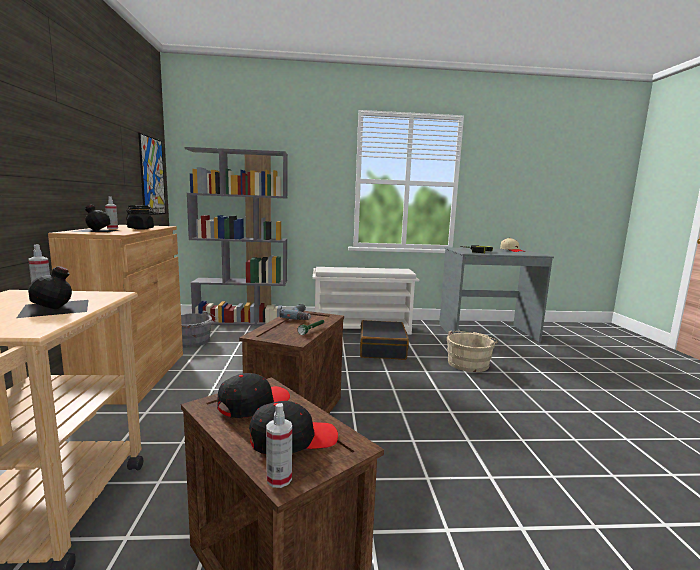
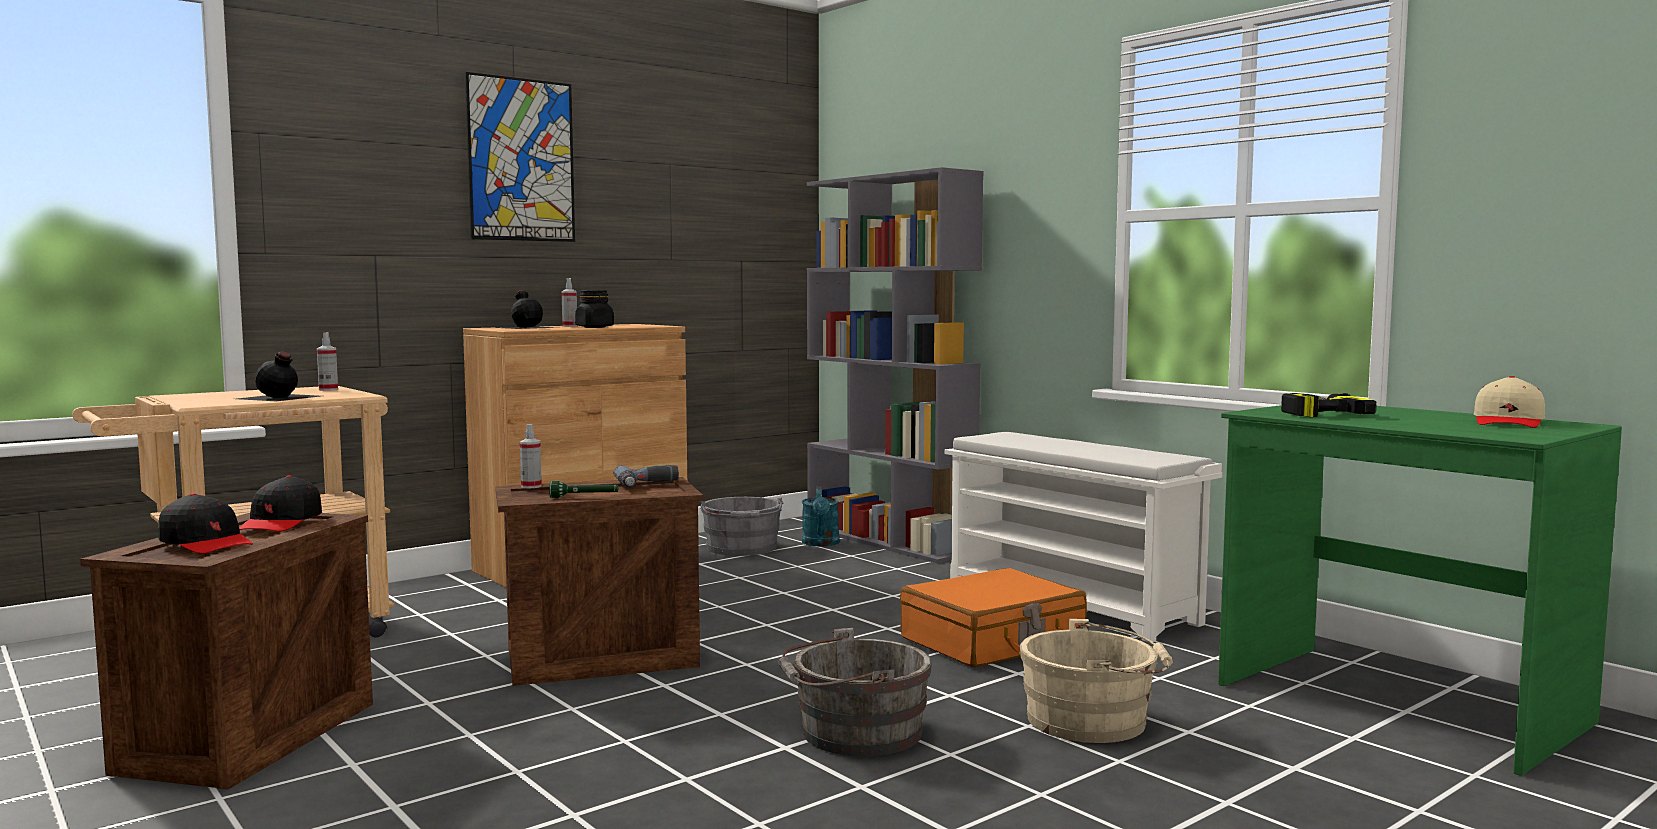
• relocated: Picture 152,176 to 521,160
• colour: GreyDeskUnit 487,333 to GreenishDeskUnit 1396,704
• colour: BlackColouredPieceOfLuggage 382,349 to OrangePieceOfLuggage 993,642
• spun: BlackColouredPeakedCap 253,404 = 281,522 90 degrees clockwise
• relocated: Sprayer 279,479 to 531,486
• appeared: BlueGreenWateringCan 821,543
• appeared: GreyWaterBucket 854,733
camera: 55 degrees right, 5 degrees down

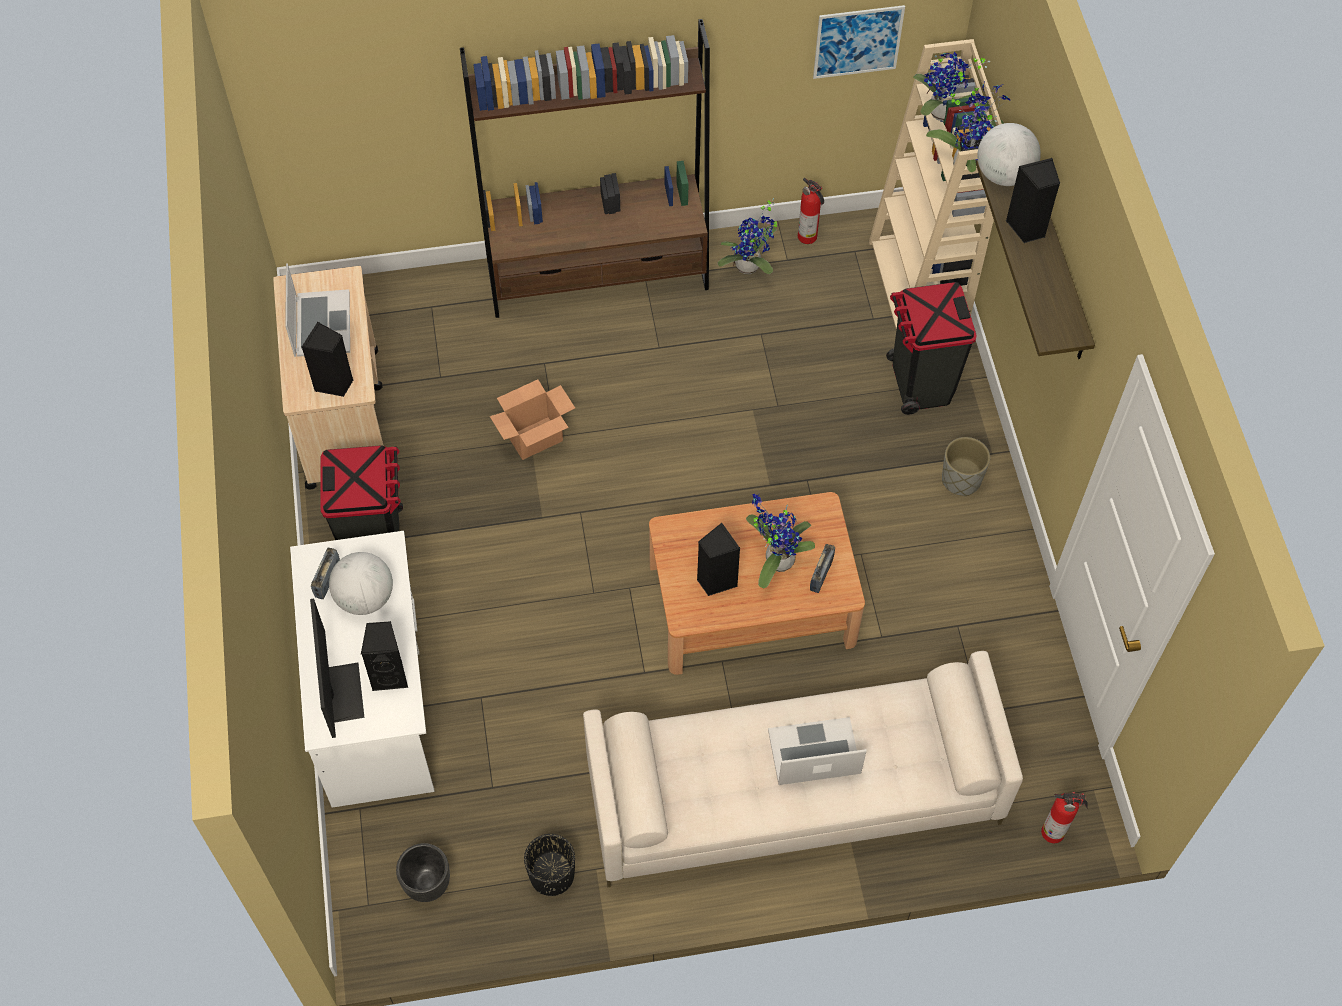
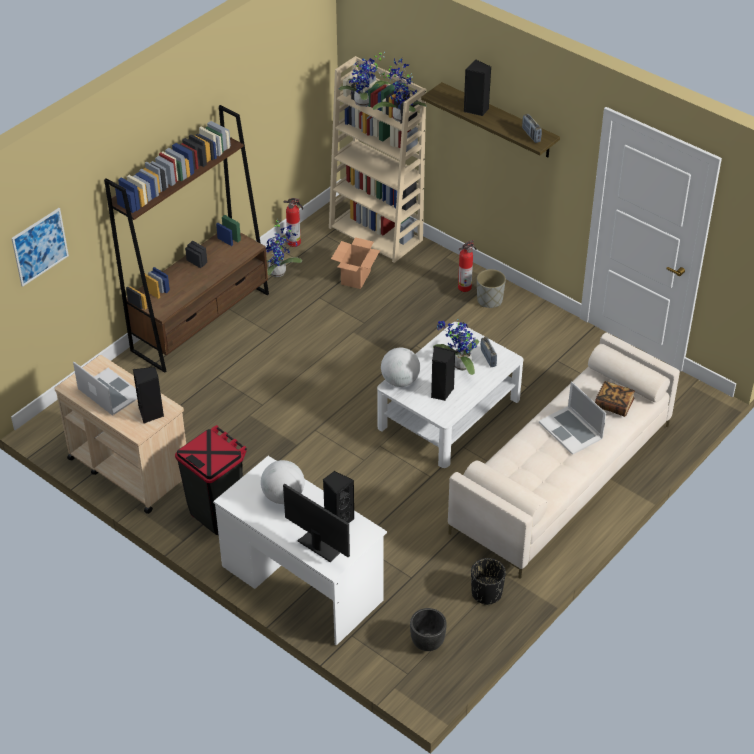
• relocated: Picture 858,41 to 40,246
• relocated: WorldGlobe 1003,175 to 400,381
• missing: BlackColouredWasteBin 920,384
• relocated: CardboardBox 535,438 to 355,277
• colour: BrownishCoffeeTable 751,603 to WhitishCoffeeTable 449,413
• relocated: Radio 327,579 to 531,135
• spun: Laptop 814,752 = 571,430 75 degrees counterclockwise
• relocated: FireExtinguisher 1054,832 to 465,287
• appeared: BoundBook 614,405
camera: 40 degrees left, 15 degrees down

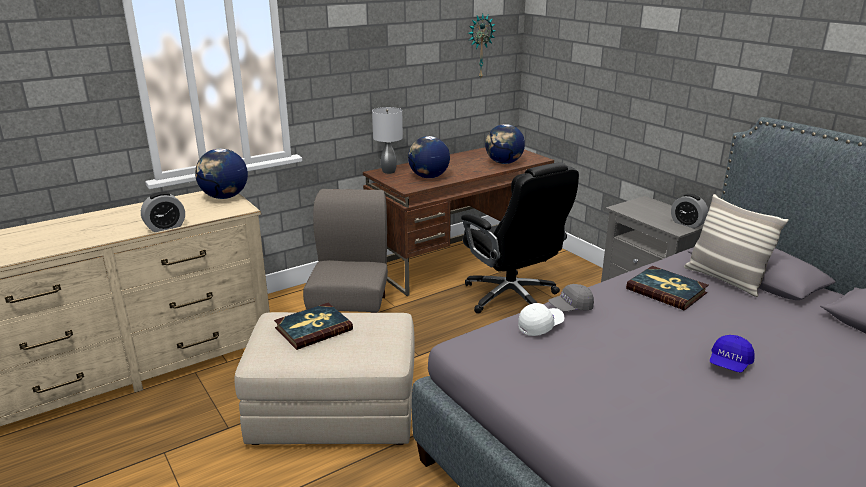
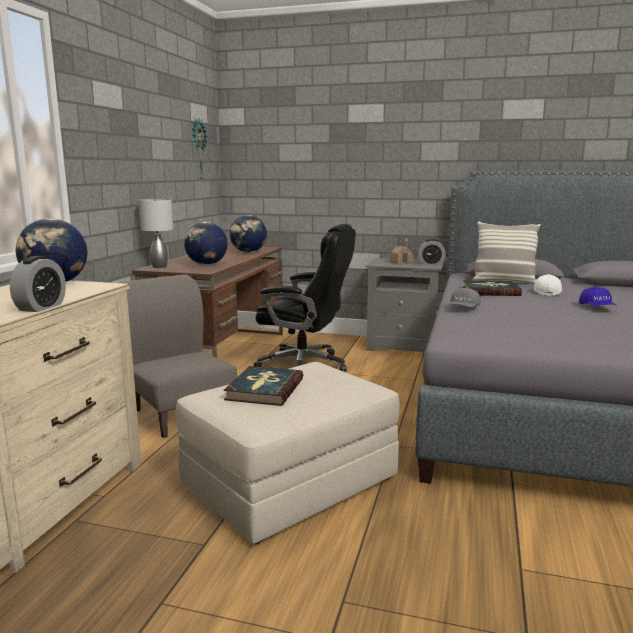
• relocated: WhitishPeakedCap 540,326 to 546,292
• appeared: ModelHouse 400,262
camera: 40 degrees left, 10 degrees down

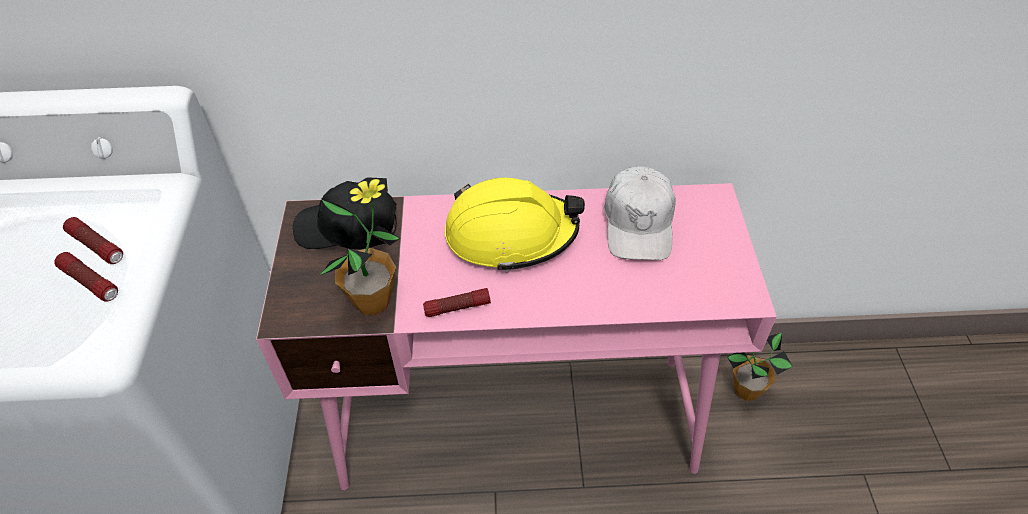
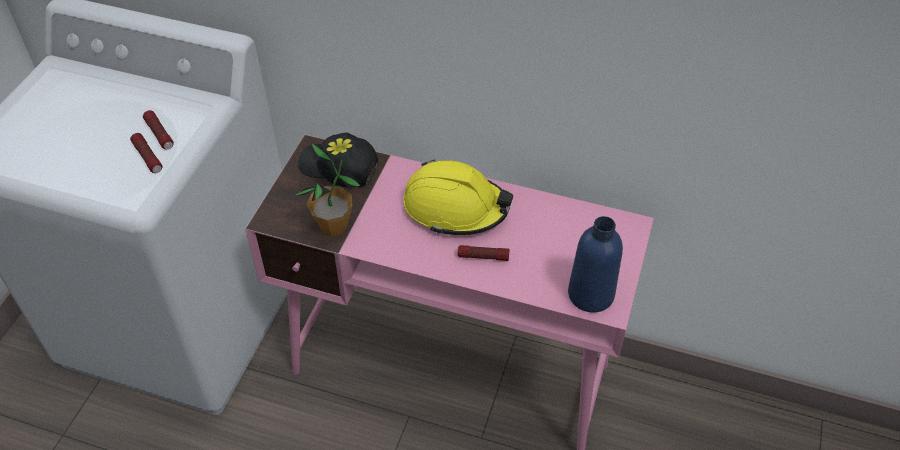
• missing: WhitishPeakedCap 639,223
• relocated: Flashlight 457,308 to 483,257
• missing: PlantInAPot 746,390
• appeared: BluishDrinkBottle 591,294
camera: 20 degrees right, 0 degrees up

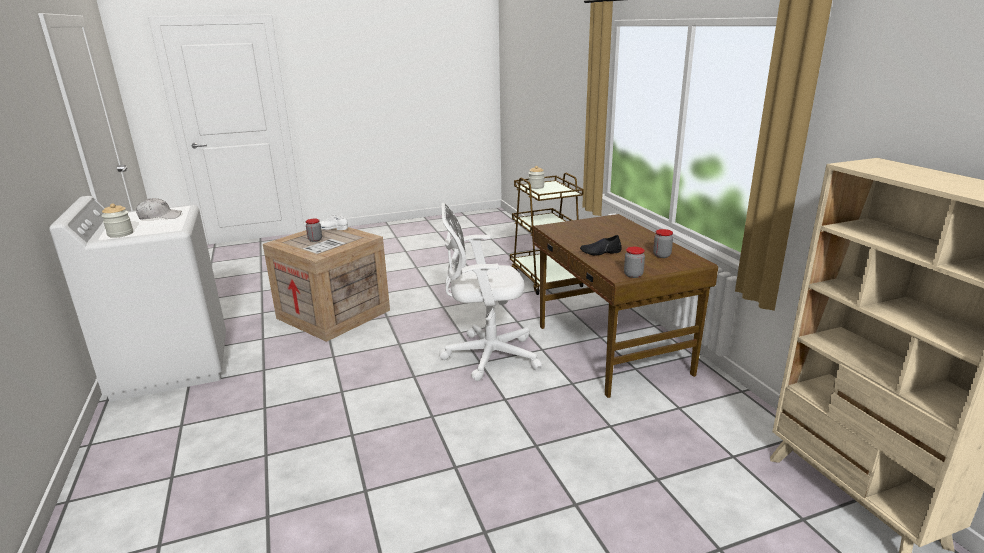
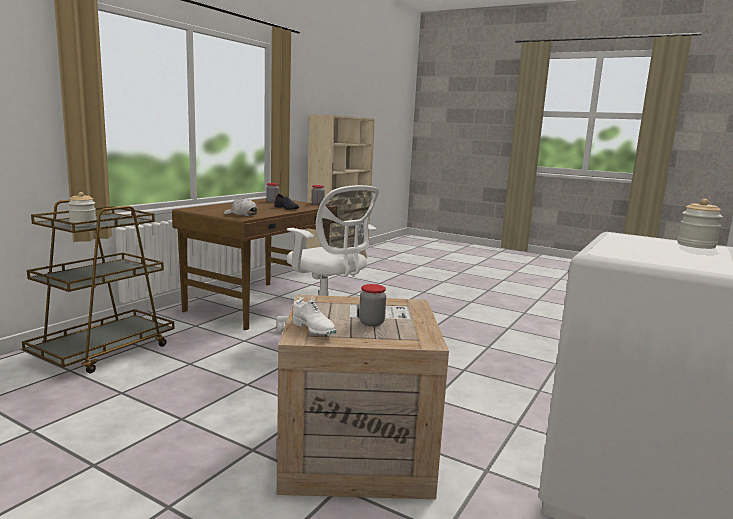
• relocated: WhitishPeakedCap 160,217 to 240,215
camera: 130 degrees left, 10 degrees down

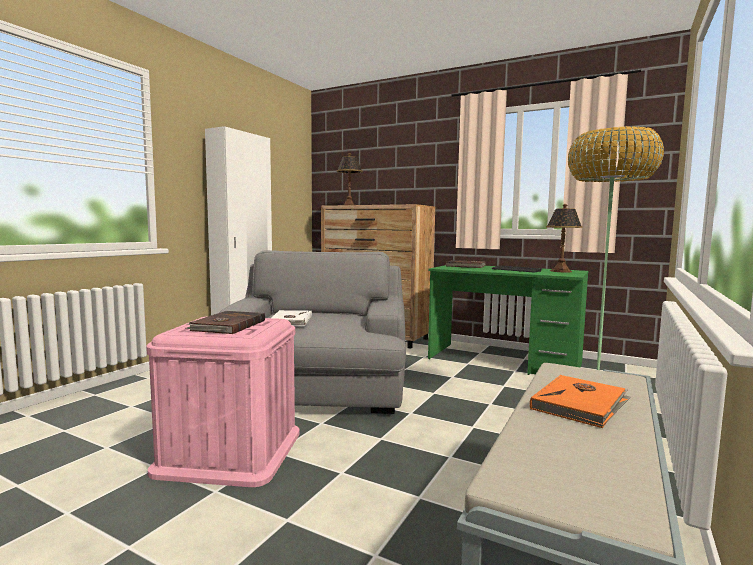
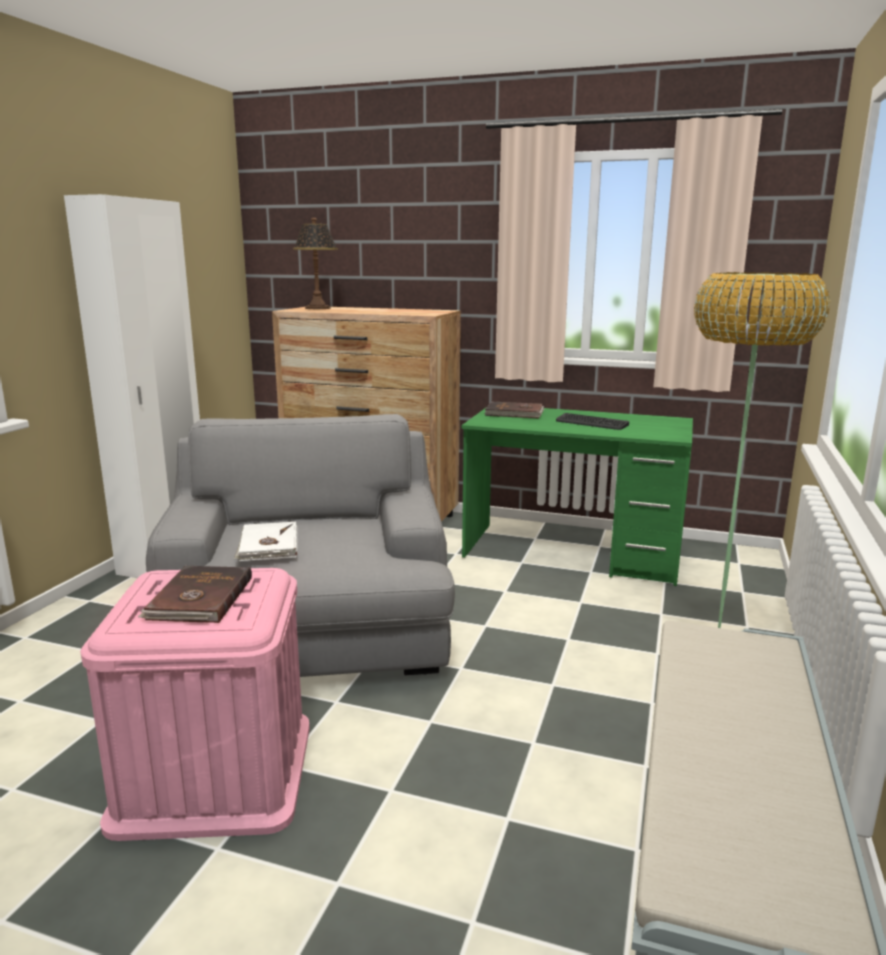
• missing: TableLamp 561,271
• missing: OrangeBoundBook 580,404
camera: 10 degrees left, 10 degrees up

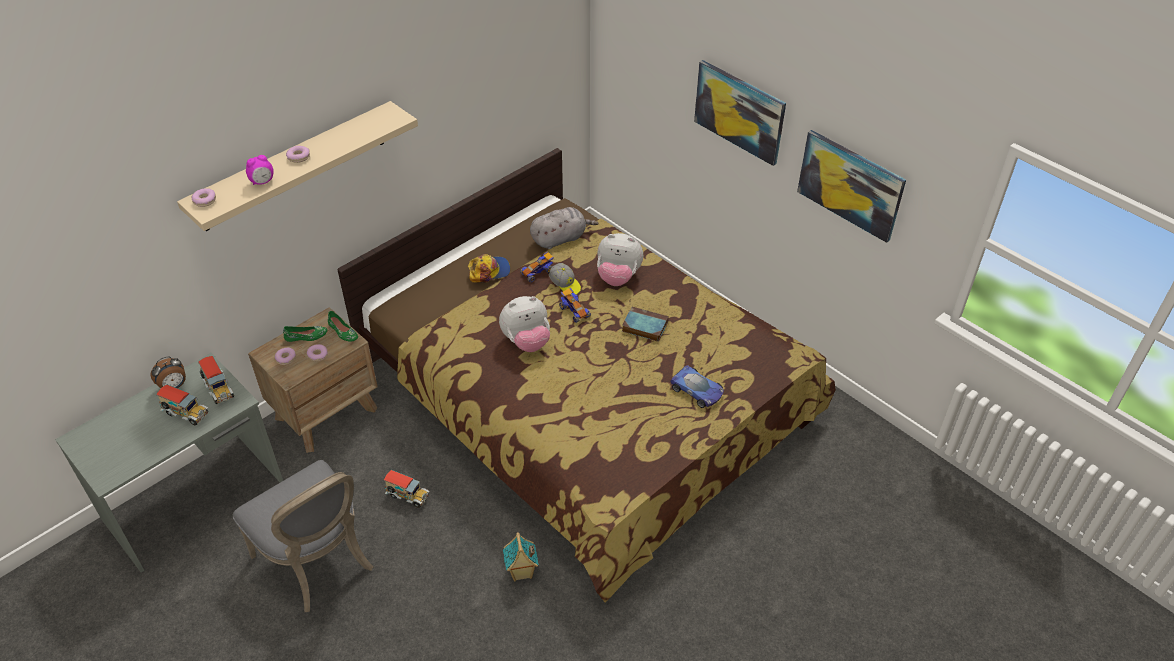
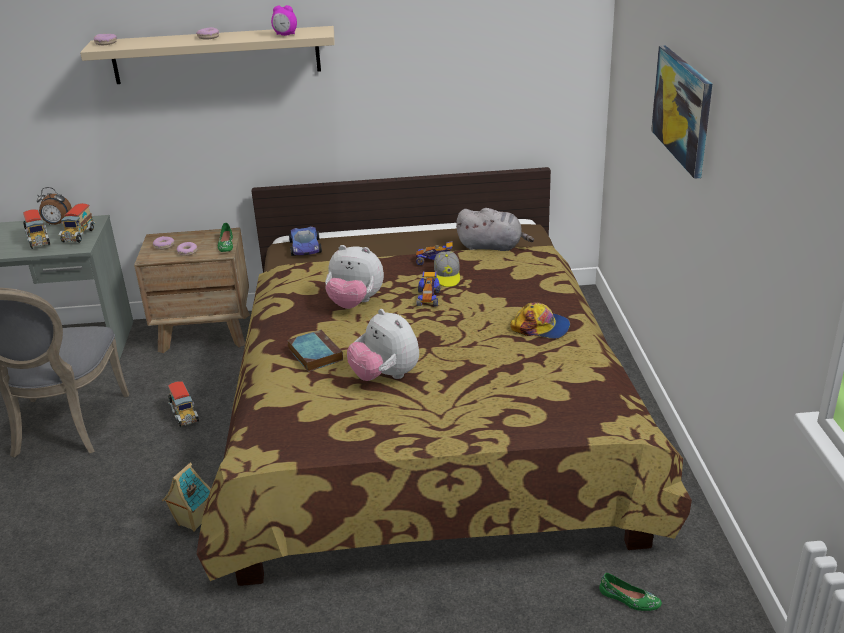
• missing: Picture 850,184
• relocated: BedsideClock 262,182 to 285,35
• relocated: SoftToy 618,277 to 385,376
• relocated: PeakedCap 489,271 to 541,327
• relocated: BoundBook 643,326 to 314,354
• relocated: GreenishLowShoe 306,336 to 629,599
• relocated: MiniatureCar 697,391 to 305,247
camera: 40 degrees right, 15 degrees down

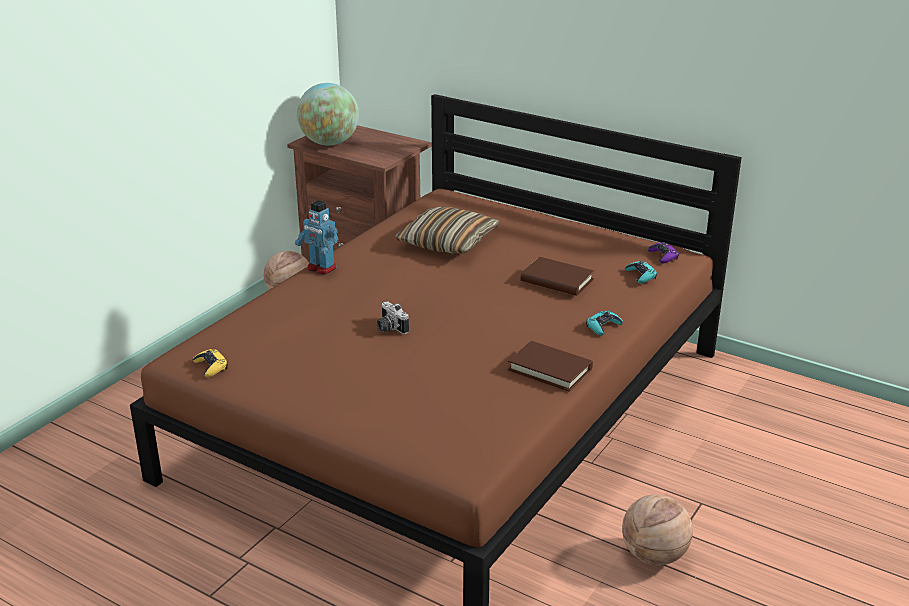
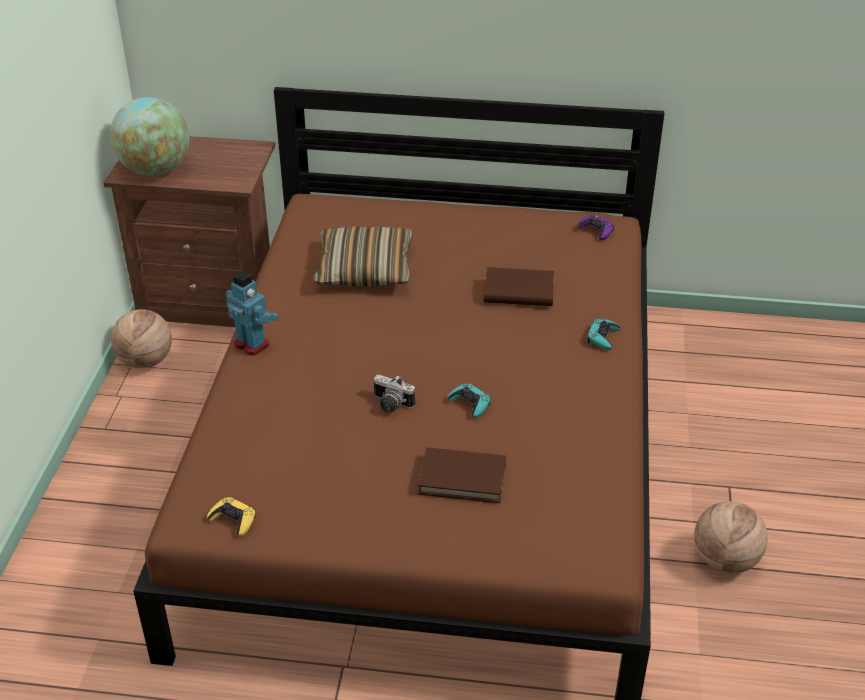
• spun: RobotFigure 321,268 = 252,344 150 degrees counterclockwise
• relocated: BlueGreenJoypad 641,275 to 470,403
• relocated: BrownishBoundBook 550,369 to 462,478
camera: 25 degrees left, 10 degrees up

